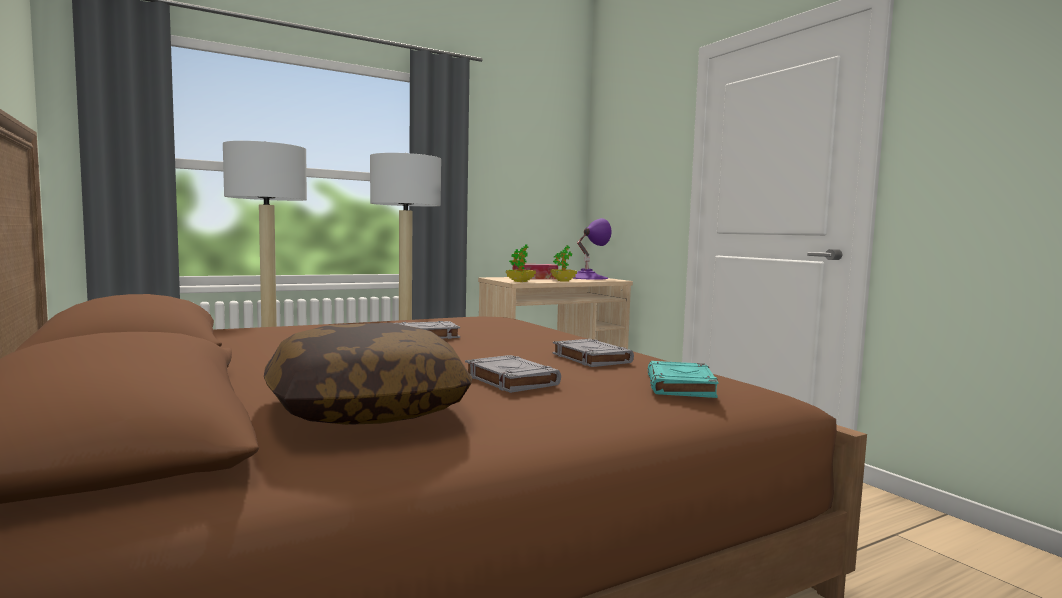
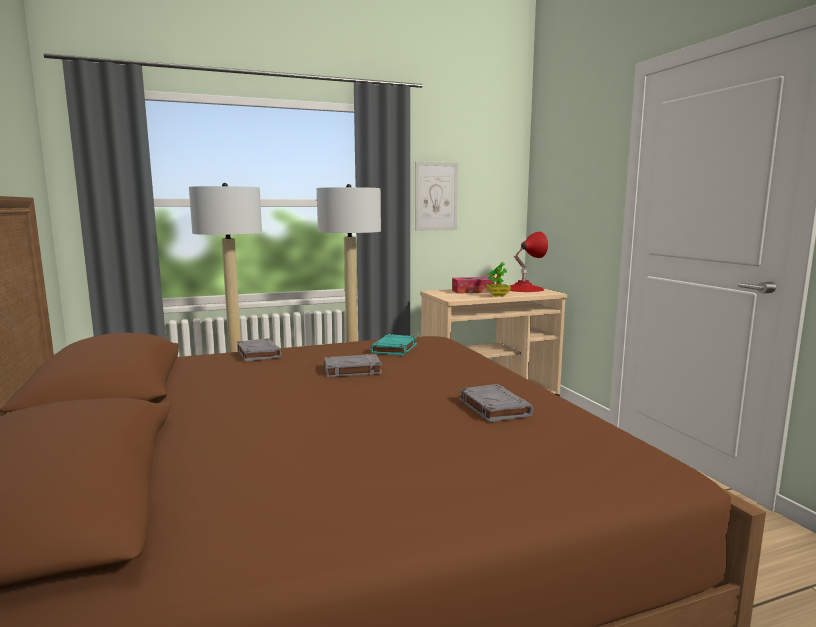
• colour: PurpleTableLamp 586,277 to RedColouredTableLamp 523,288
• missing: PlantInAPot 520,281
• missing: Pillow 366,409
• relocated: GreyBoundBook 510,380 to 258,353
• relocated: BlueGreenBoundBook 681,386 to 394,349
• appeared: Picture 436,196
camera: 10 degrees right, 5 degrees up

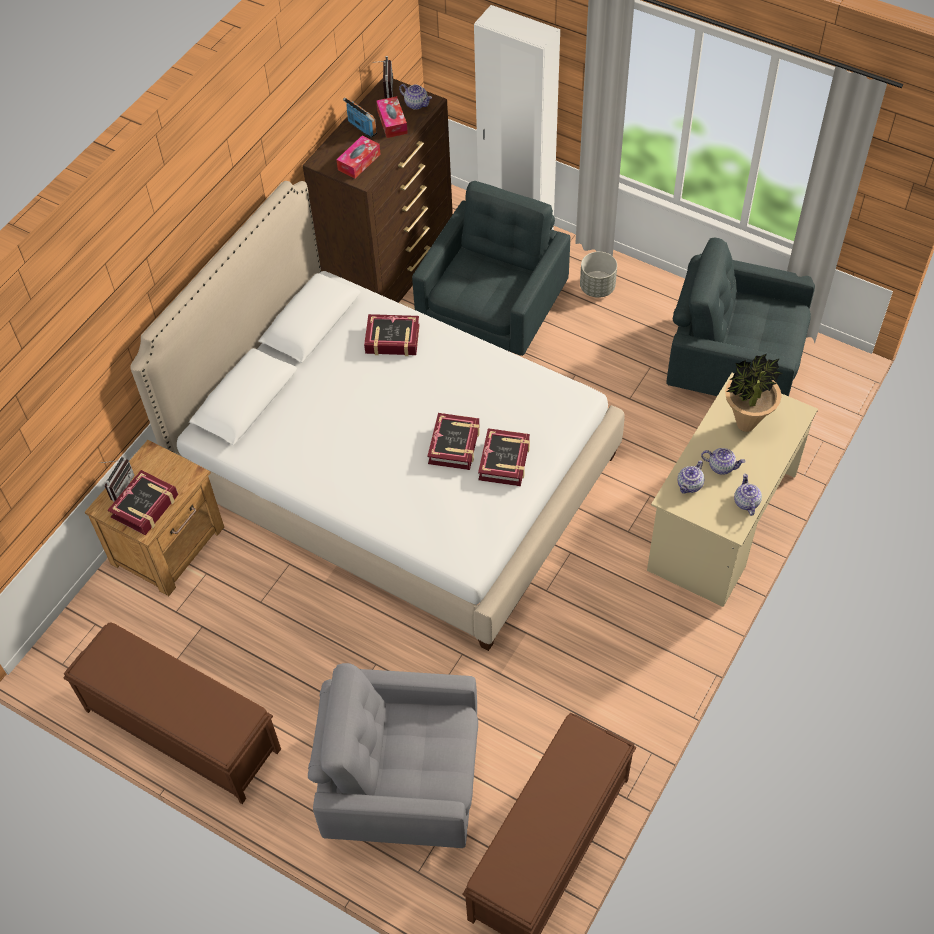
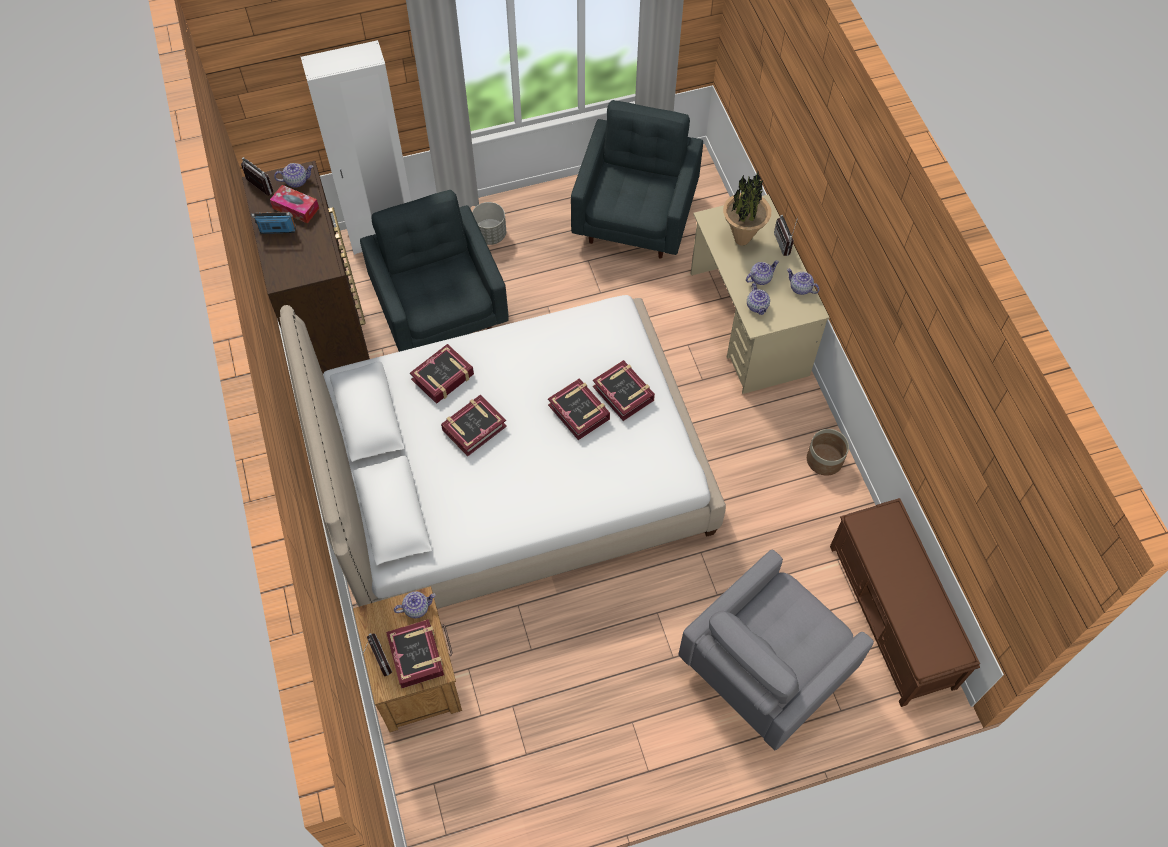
• missing: TissueHolder 359,162
• spun: GreyEasyChair 733,365 = 636,217 135 degrees clockwise
• missing: BrownishLongSeat 181,729
• appeared: Radio 785,243
• appeared: BoundBook 474,428
• appeared: FlowerPot 824,460
• appeared: PotForTea 416,608
camera: 50 degrees left, 5 degrees up

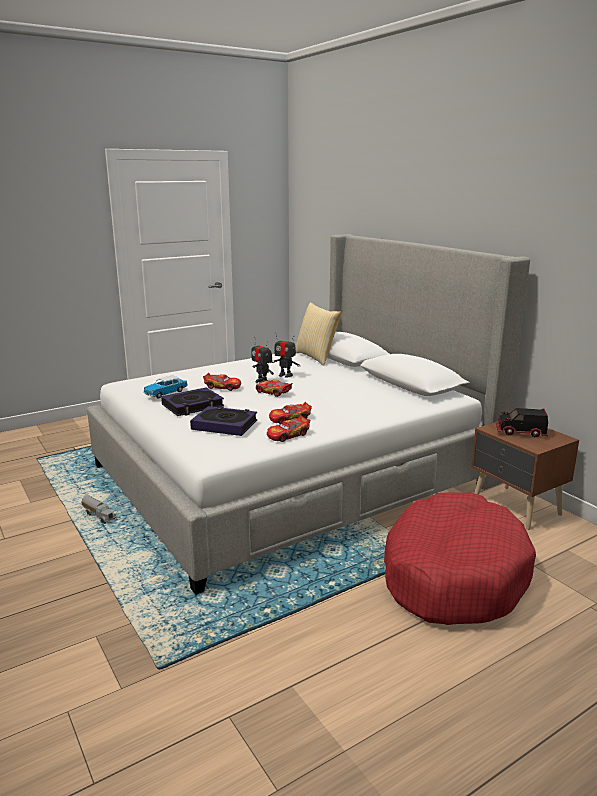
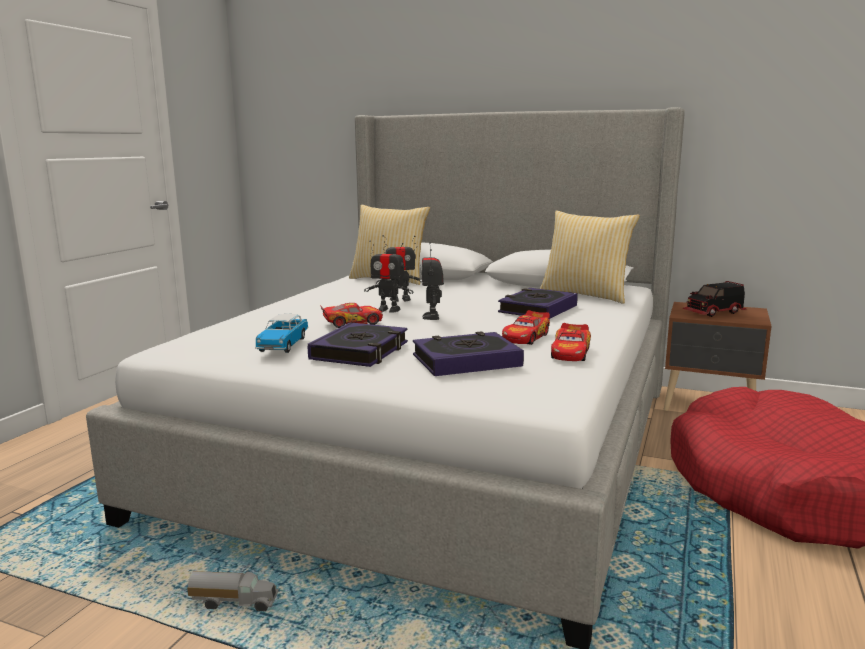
• exchanged: MiniatureCar 273,392 to RobotFigure 432,317
• appeared: Pillow 586,295
• appeared: BoundBook 537,309
camera: 35 degrees left, 5 degrees down

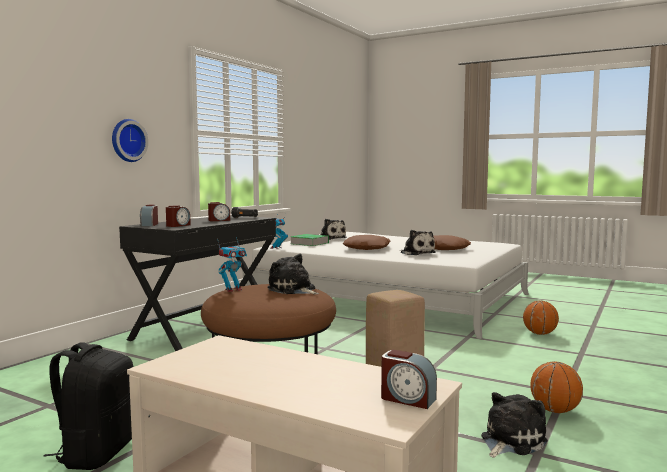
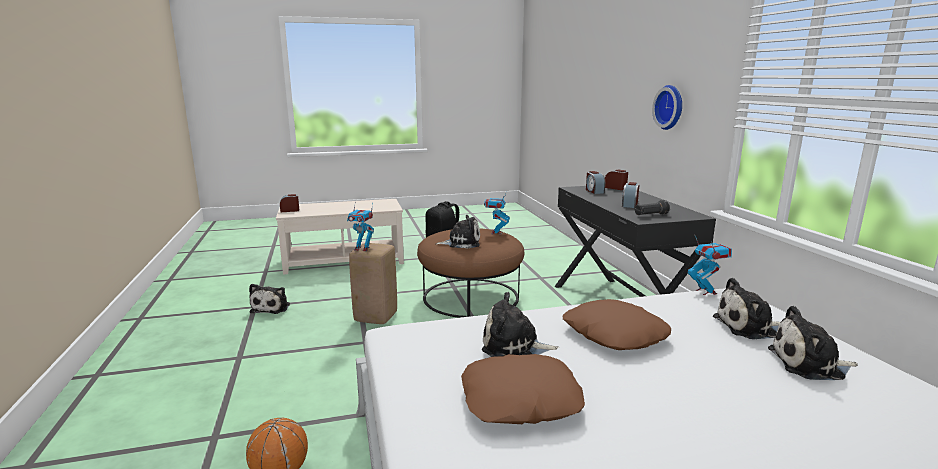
• exchanged: BoundBook 309,243 to SoftToy 748,327
• missing: BallForBasketball 555,410
• appeared: RobotFigure 362,249
camera: 135 degrees right, 10 degrees up

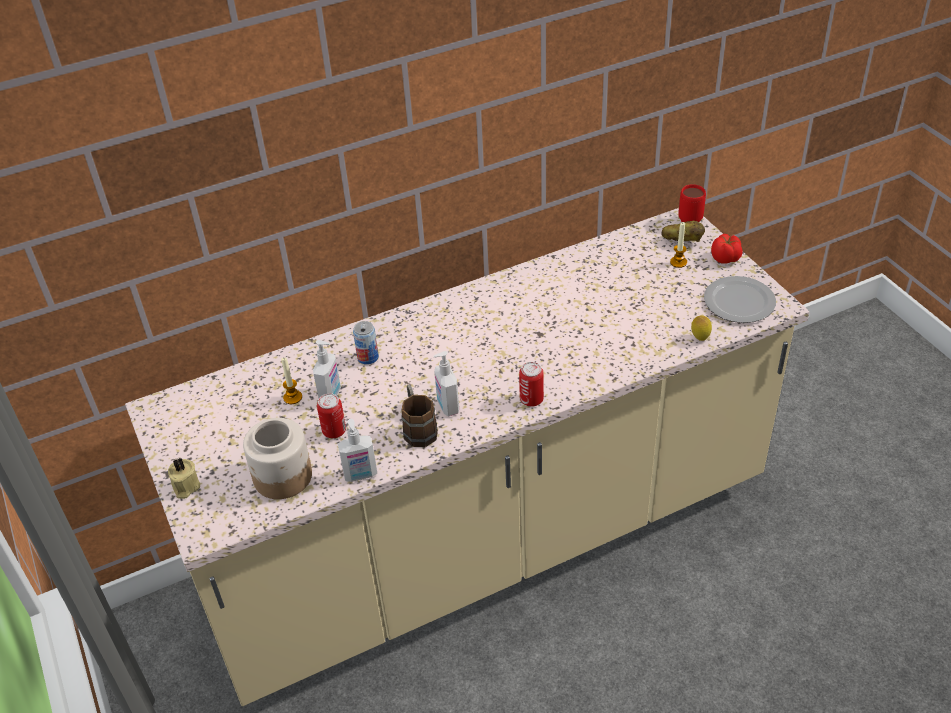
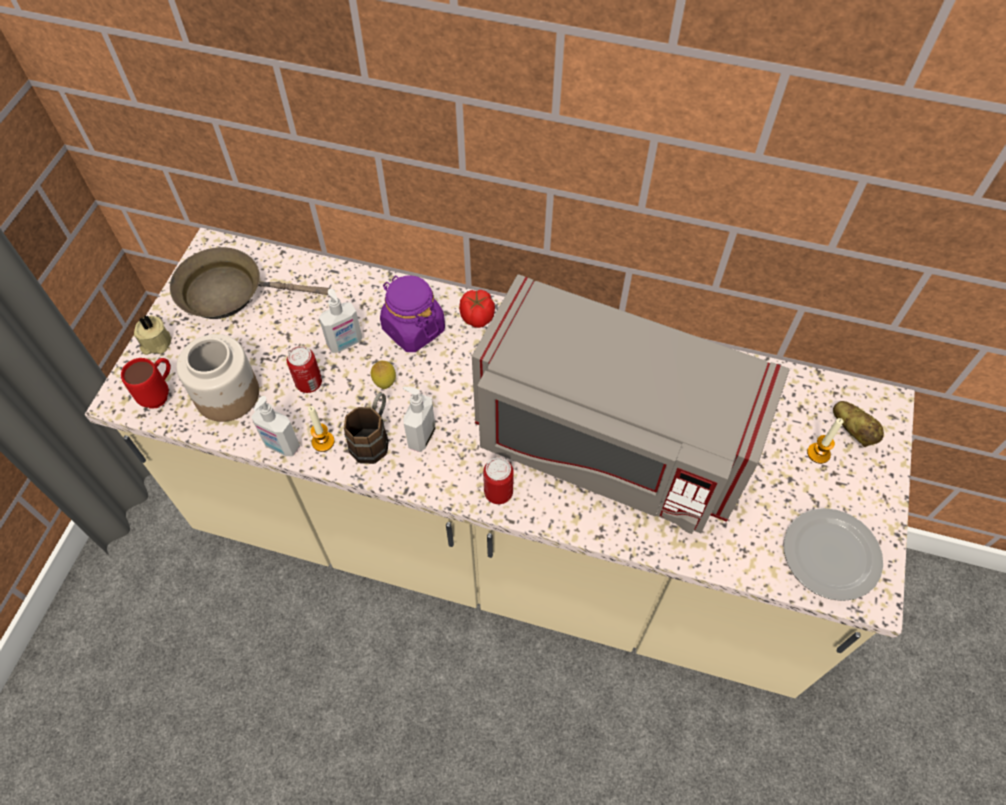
• relocated: RedColouredMug 688,218 to 161,394
• relocated: FreshTomato 726,258 to 477,318
• relocated: CitrusFruit 700,338 to 385,383
• exchanged: Can 368,357 to PurpleJar 413,329
• relocated: Candle 293,397 to 323,442
• appeared: BrownishFryingPan 229,292
• appeared: GreyMicrowave 609,443
camera: 40 degrees right, 15 degrees up

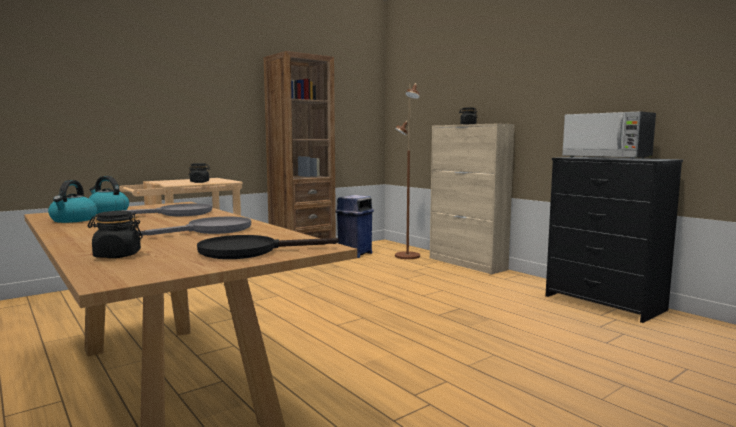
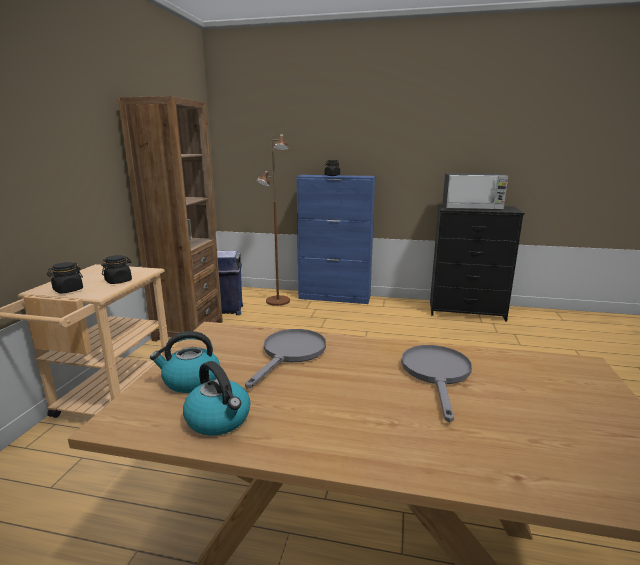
• colour: BeigeCabinet 467,264 to BluishCabinet 335,297
• relocated: BlackColouredJar 117,255 to 68,290
• missing: BlackColouredFryingPan 249,251
camera: 40 degrees left, 10 degrees up

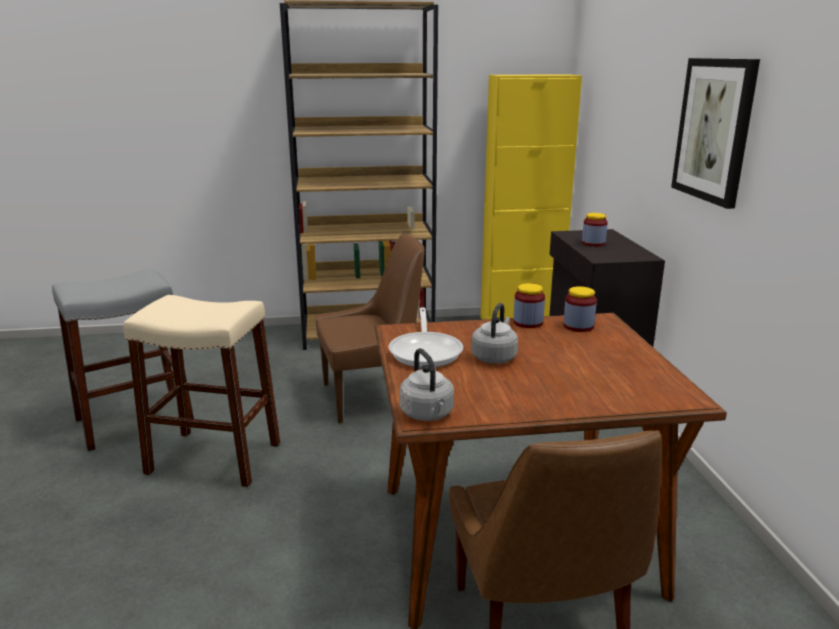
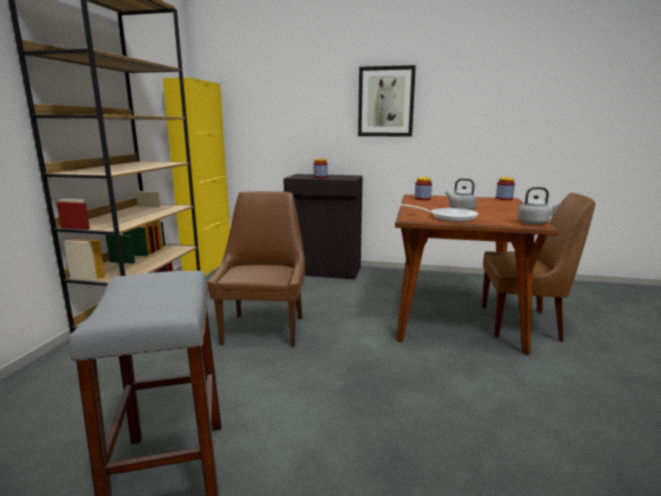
• relocated: Jar 528,322 to 504,199
• missing: BeigeSittingStool 214,458
camera: 70 degrees left, 5 degrees down

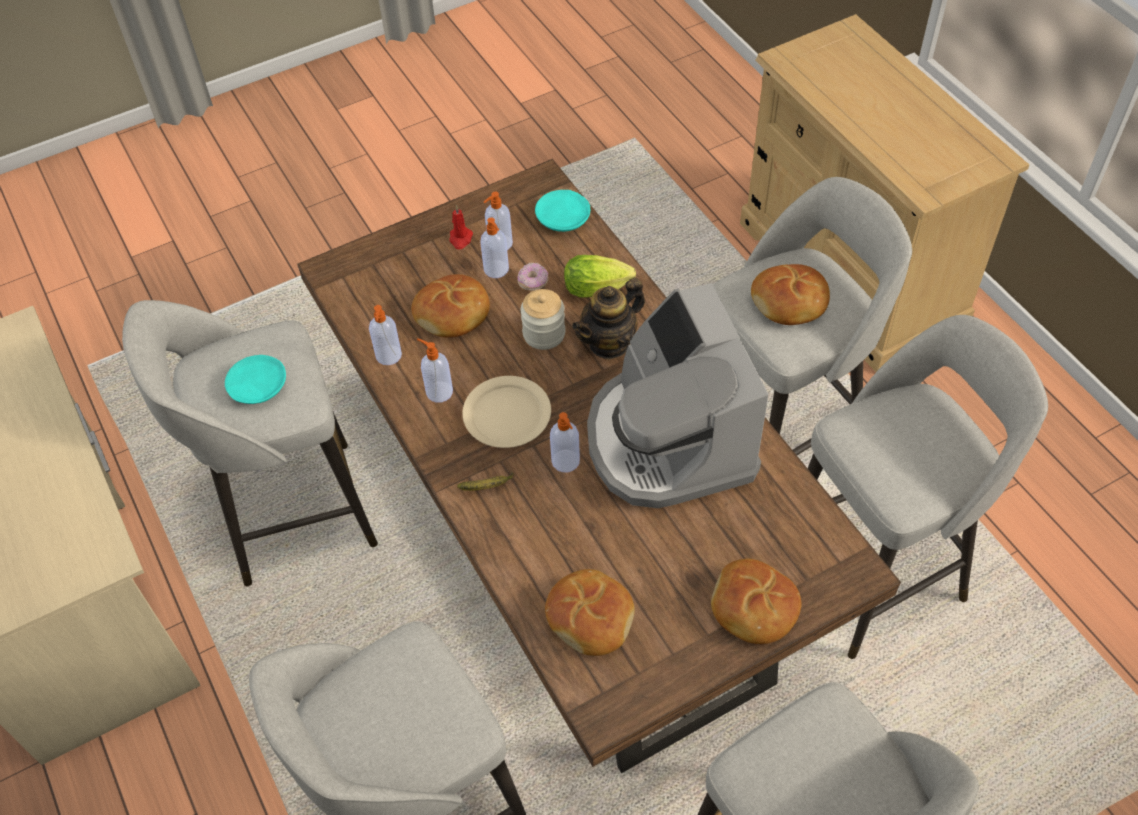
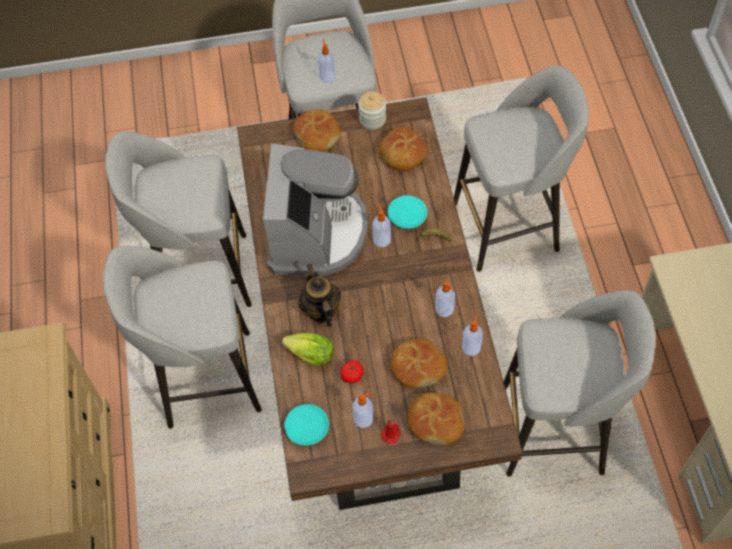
• relocated: SoapBottle 496,270 to 327,76
• exchanged: Doughnut 533,282 to FreshTomato 352,375
• relocated: BakeryBread 790,303 to 435,421
• spun: PotForTea 609,343 = 320,310 90 degrees counterclockwise
• relocated: Jar 544,334 to 372,119
• relocated: BlueGreenFlatDish 257,386 to 407,216
• missing: BeigeFlatDish 507,414
camera: 160 degrees left, 5 degrees up

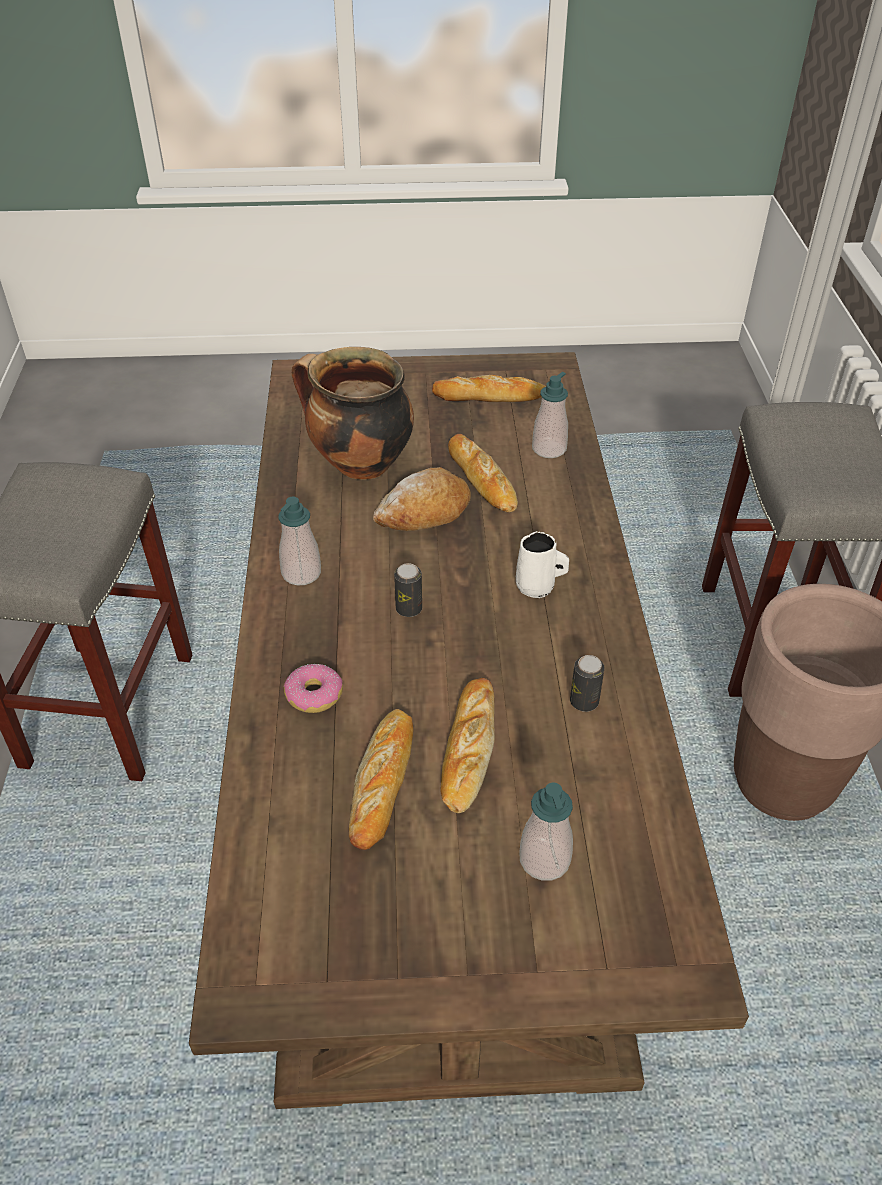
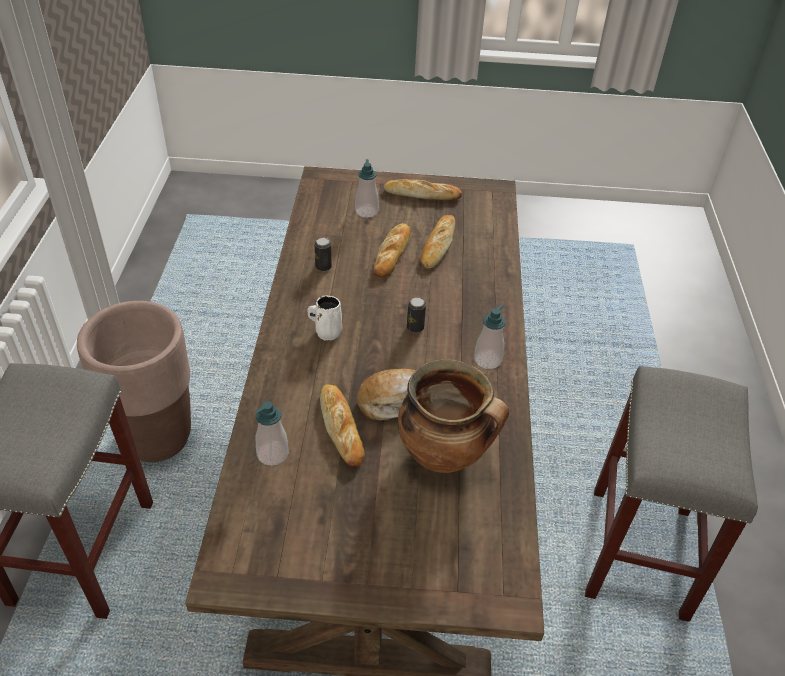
• relocated: BakeryBread 489,396 to 422,194
• missing: Doughnut 314,695
camera: 175 degrees left, 0 degrees up

